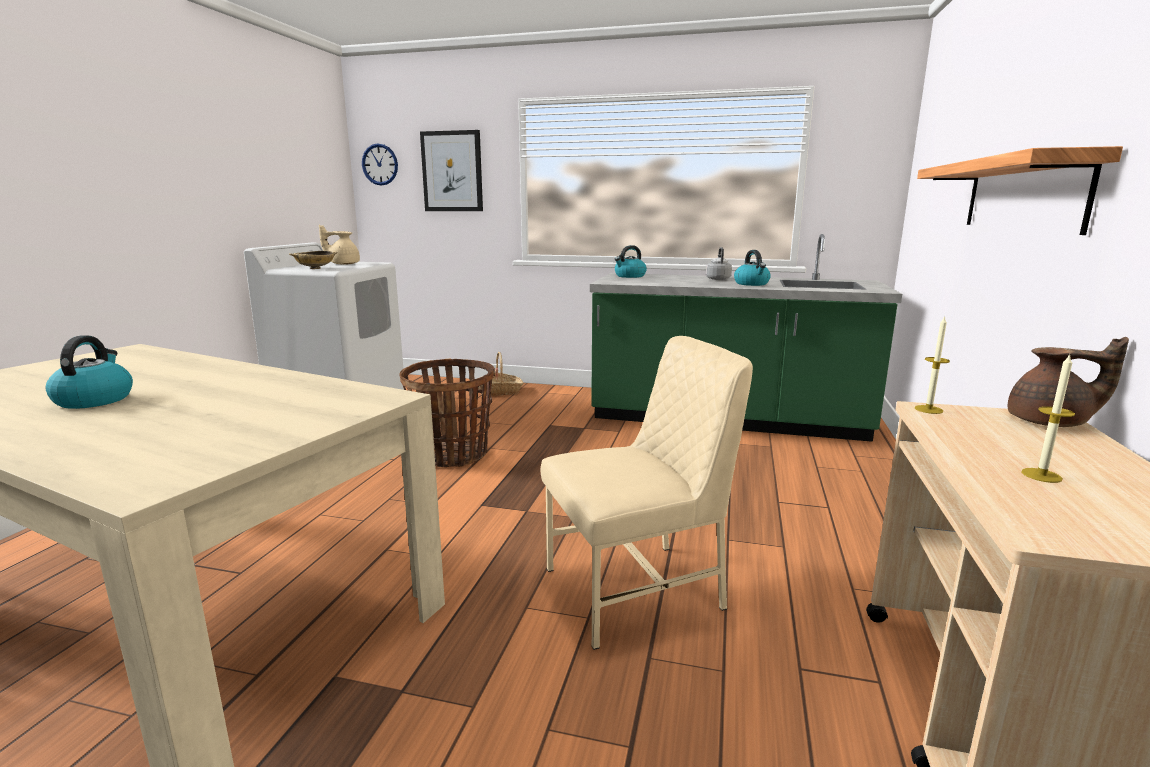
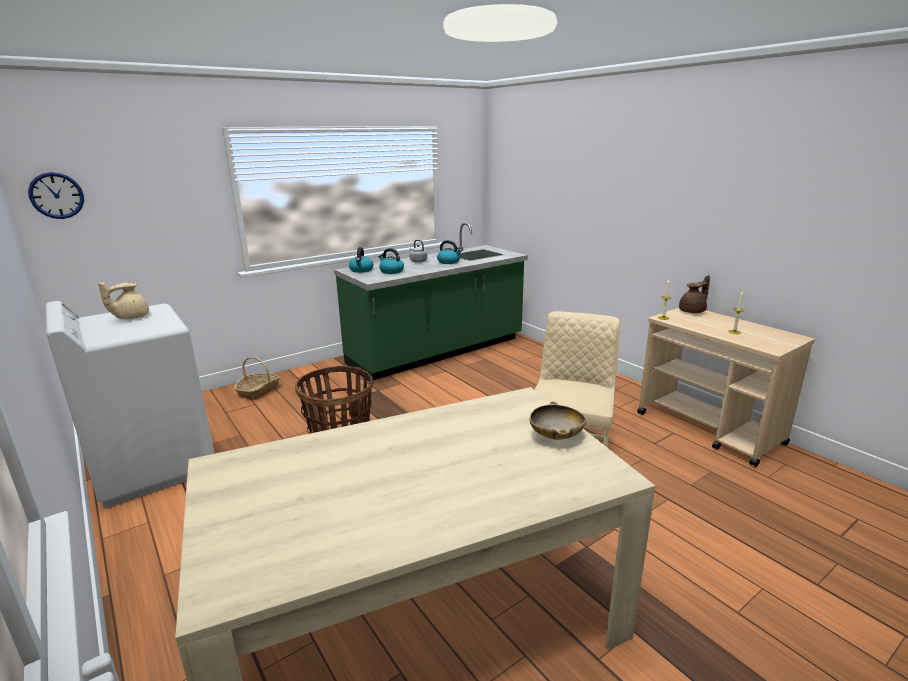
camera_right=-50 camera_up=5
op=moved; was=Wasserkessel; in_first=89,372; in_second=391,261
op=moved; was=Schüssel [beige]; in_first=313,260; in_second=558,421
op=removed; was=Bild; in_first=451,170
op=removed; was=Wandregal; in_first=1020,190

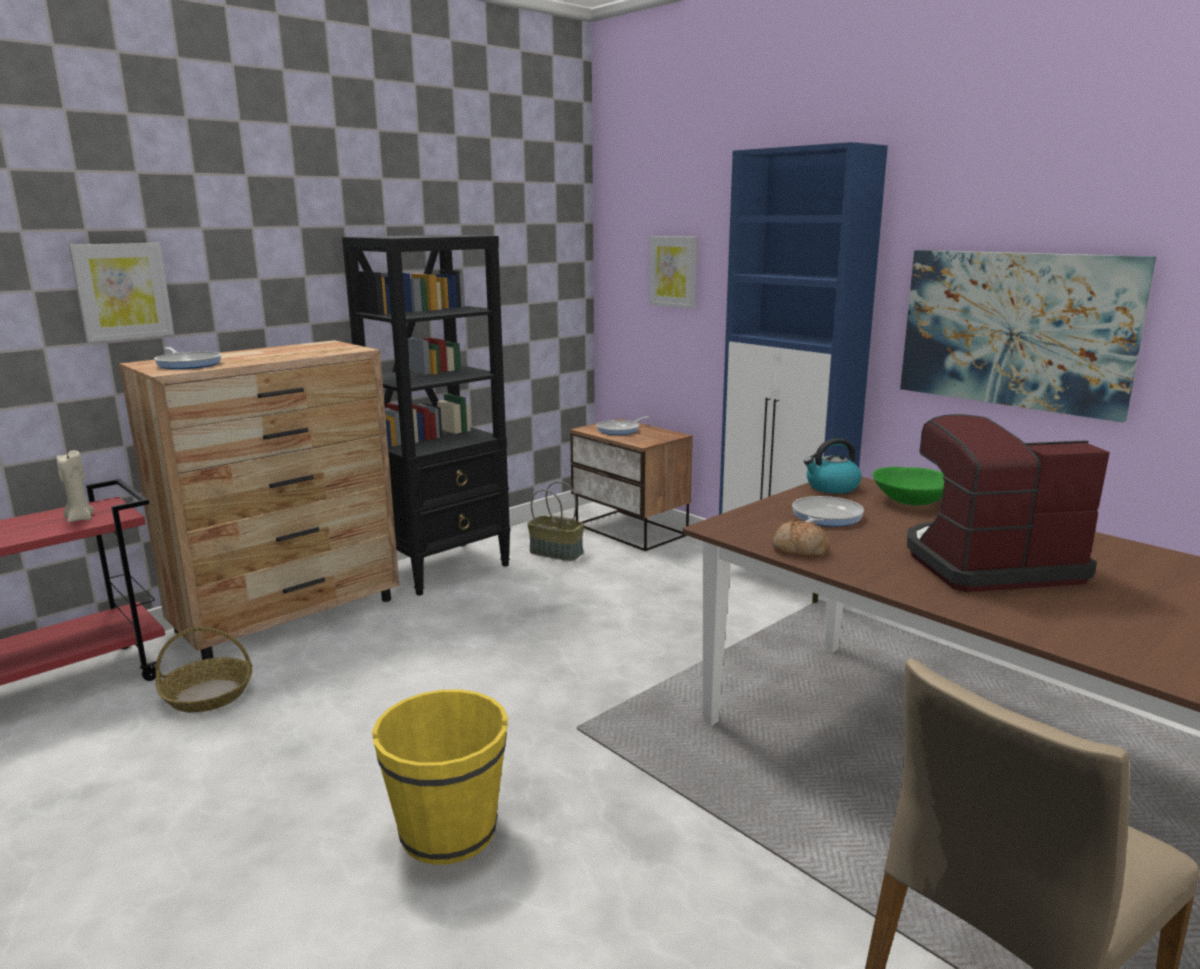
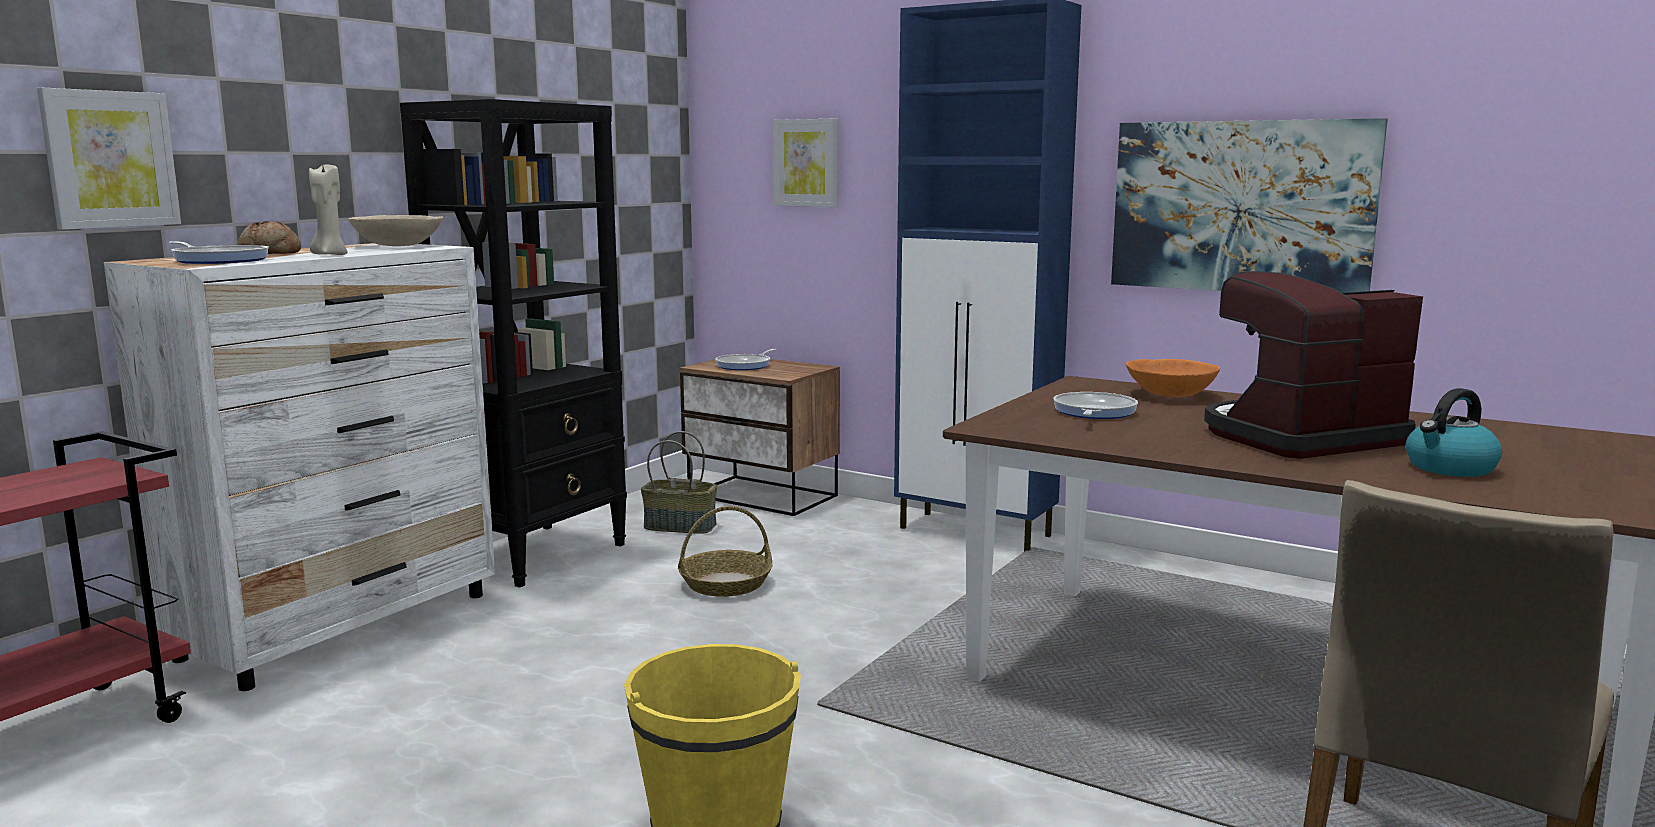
camera_right=-15 camera_up=-5
op=recoloured; was=Kommode [braun]; now=Kommode [weiß]; in_first=259,500; in_second=299,467
op=moved; was=Brot; in_first=801,537; in_second=269,237
op=moved; was=Kerze [beige]; in_first=75,486; in_second=328,210
op=added; now=Schüssel [beige]; in_second=395,230
op=moved; was=Korb; in_first=204,670; in_second=725,551
op=recoloured; was=Schüssel [grün]; now=Schüssel [orange]; in_first=908,486; in_second=1173,378
op=moved; was=Wasserkessel; in_first=833,466; in_second=1454,432

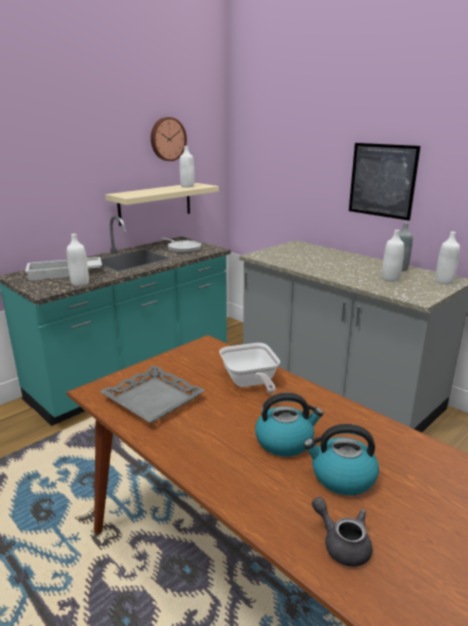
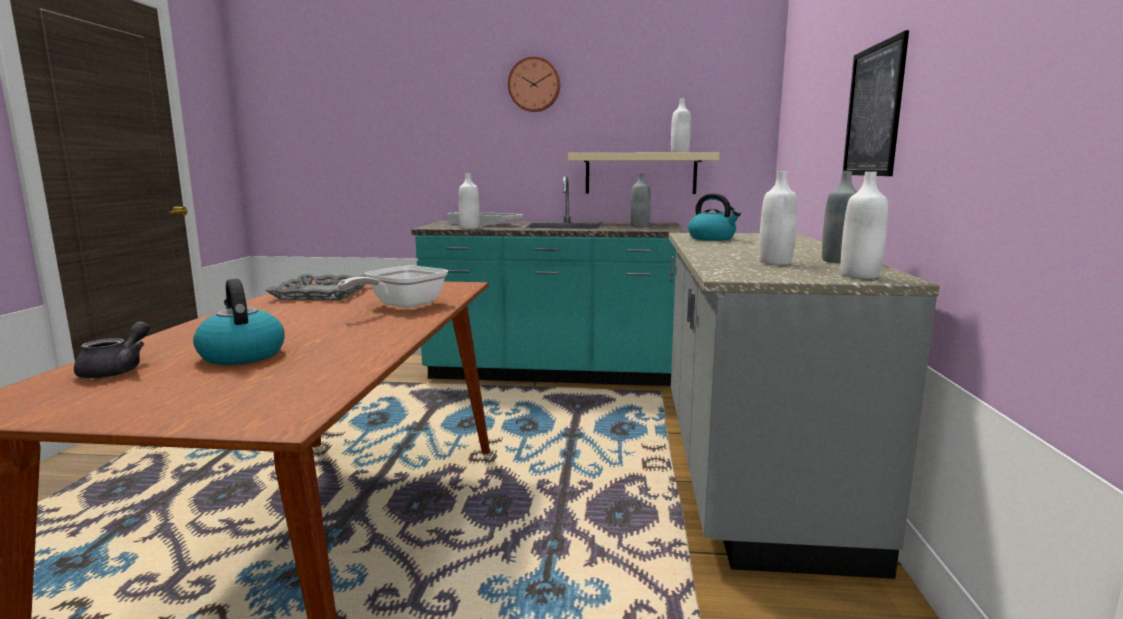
camera_right=50 camera_up=-10
op=moved; was=Wanduhr; in_first=169,139; in_second=534,84
op=replaced; was=Pfanne; now=Flasche [grau]; in_first=181,245; in_second=641,200
op=moved; was=Wasserkessel; in_first=289,425; in_second=714,217

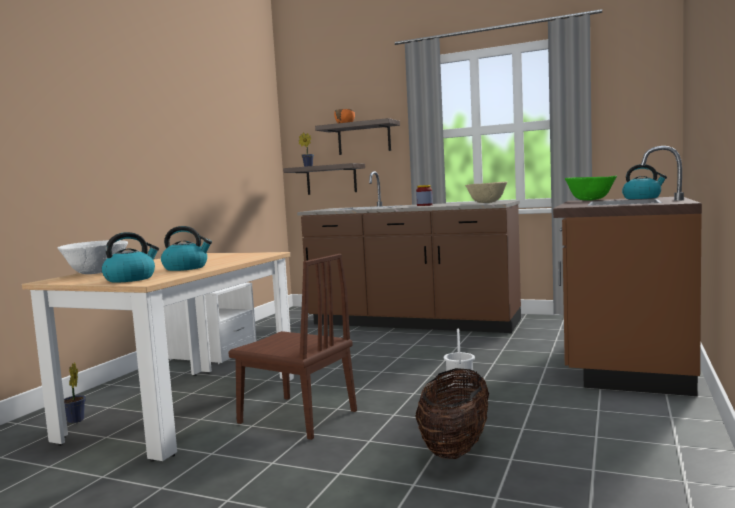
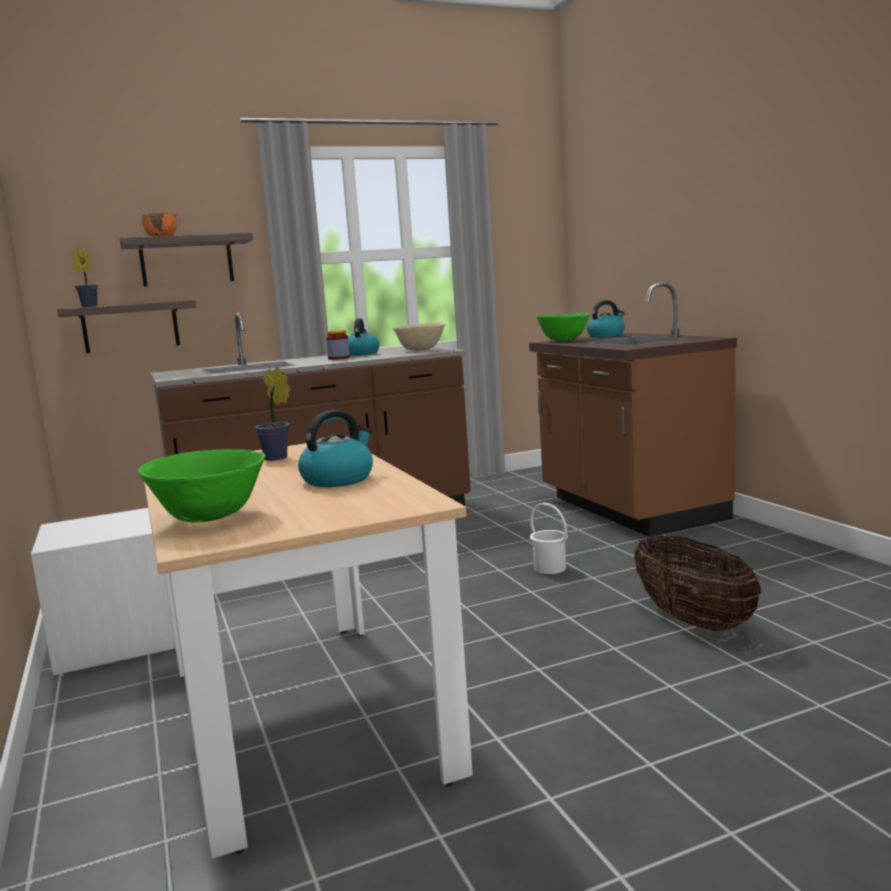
camera_right=-45 camera_up=5
op=recoloured; was=Schüssel [weiß]; now=Schüssel [grün]; in_first=93,257; in_second=202,486
op=moved; was=Topfpflanze; in_first=75,393; in_second=273,414
op=moved; was=Wasserkessel; in_first=130,257; in_second=363,337
op=removed; was=Stuhl [braun]; in_first=292,347

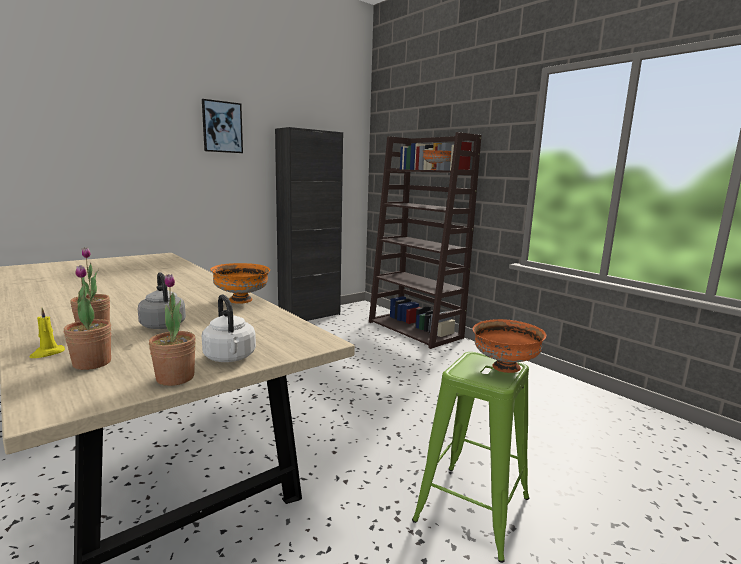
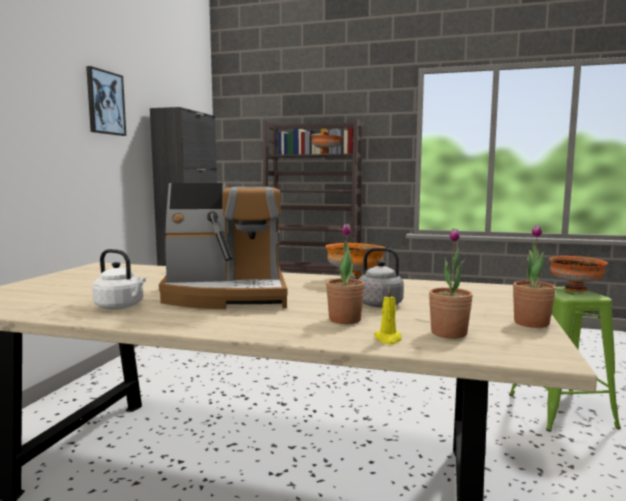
camera_right=-35 camera_up=-5
op=moved; was=Wasserkessel [weiß]; in_first=229,328; in_second=119,279
op=added; now=Kaffeemaschine; in_second=223,246

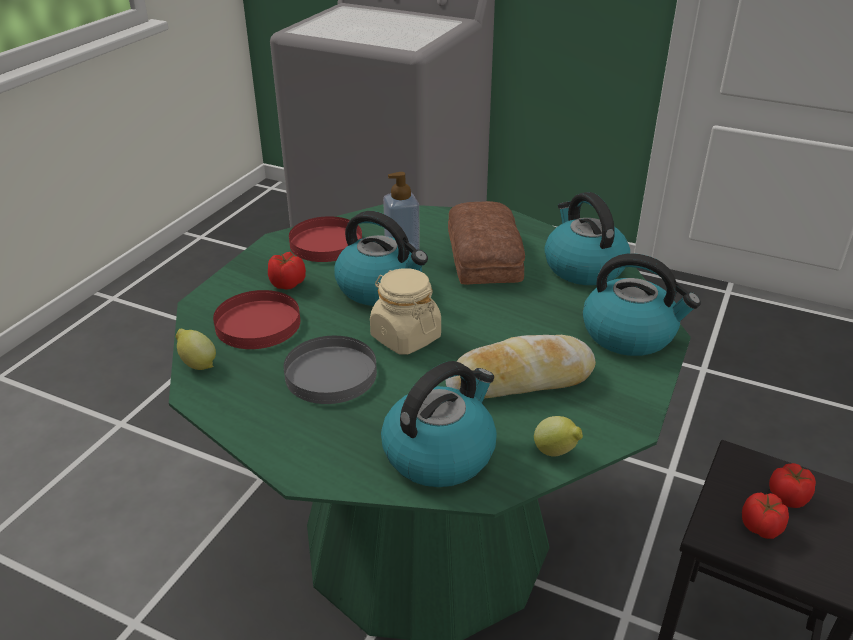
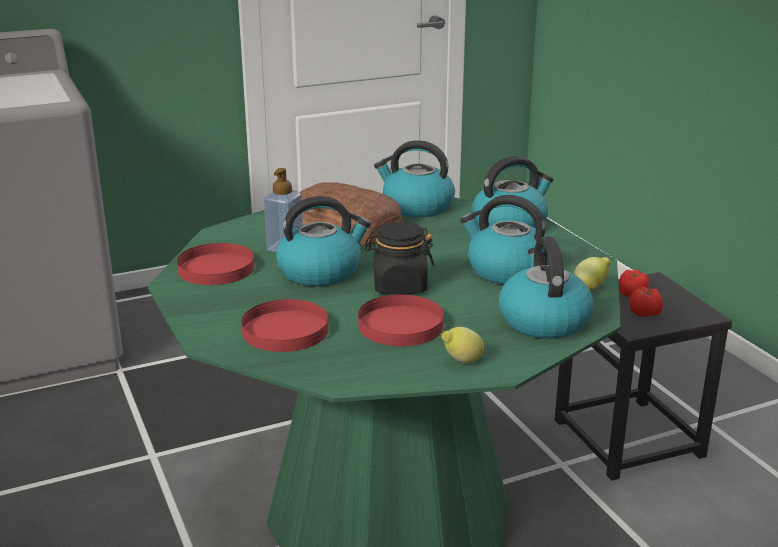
camera_right=-50 camera_up=-10
op=recoloured; was=Teller [grau]; now=Teller [rot]; in_first=330,370; in_second=401,320
op=recoloured; was=Vorratsglas [beige]; now=Vorratsglas [schwarz]; in_first=405,311; in_second=400,258
op=moved; was=Zitrone; in_first=196,349; in_second=462,345
op=replaced; was=Brot; now=Wasserkessel; in_first=521,367; in_second=504,240
op=removed; was=Tomate; in_first=287,271

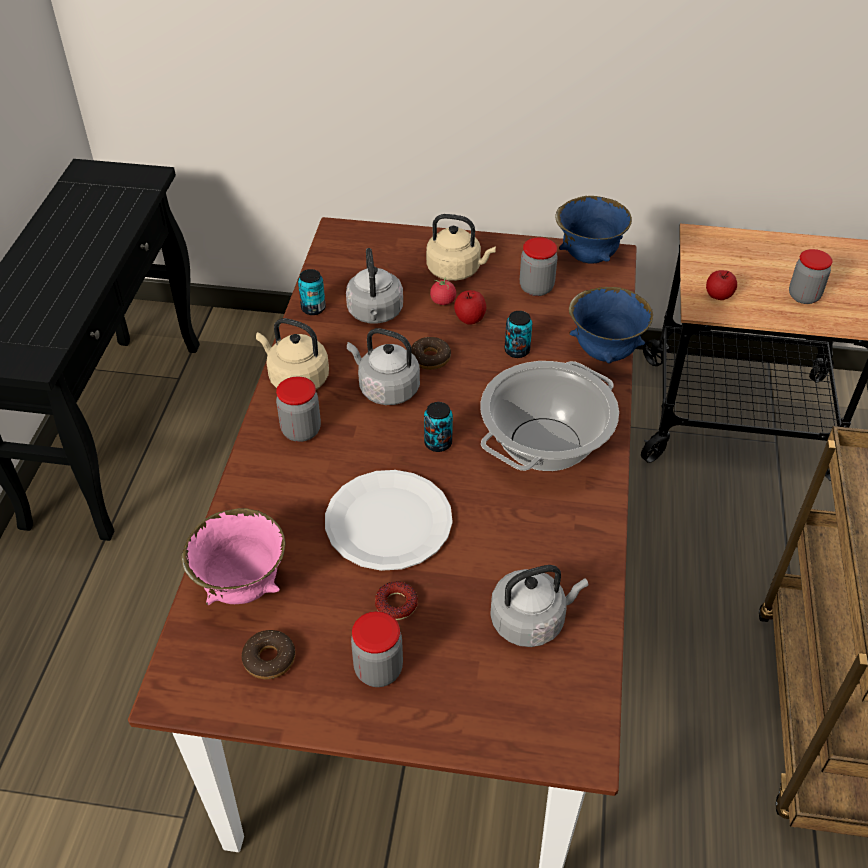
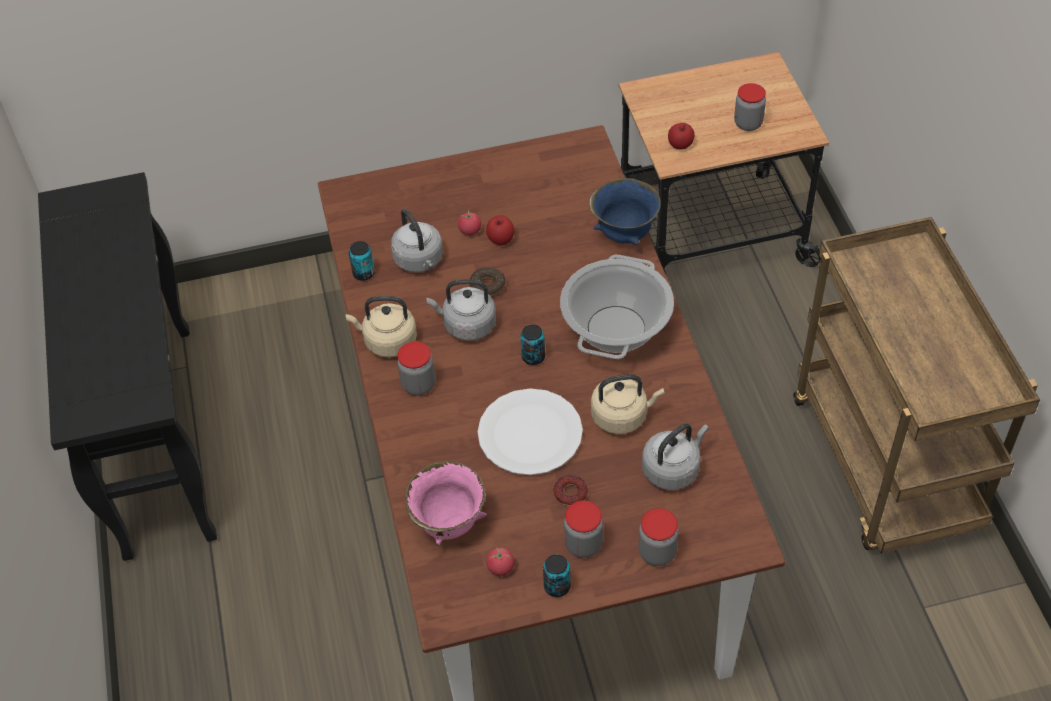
camera_right=-20 camera_up=5
op=replaced; was=Donut; now=Tomate; in_first=268,654; in_second=500,562
op=moved; was=Dose; in_first=518,334; in_second=556,575
op=moved; was=Wasserkessel [beige]; in_first=461,247; in_second=627,404
op=moved; was=Vorratsglas; in_first=538,266; in_second=659,537
op=removed; was=Schüssel [blau]; in_first=593,229

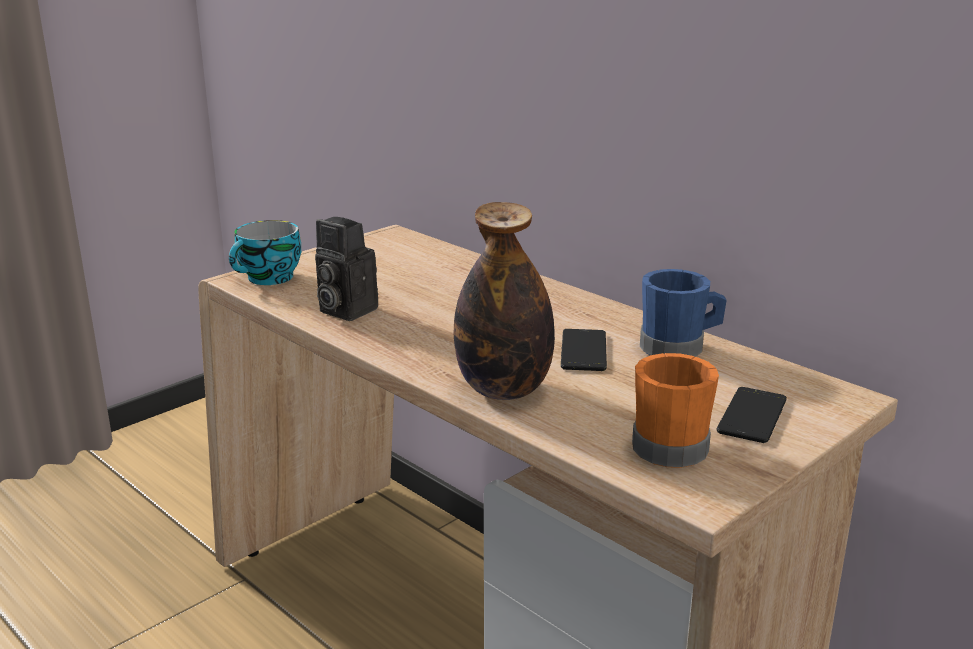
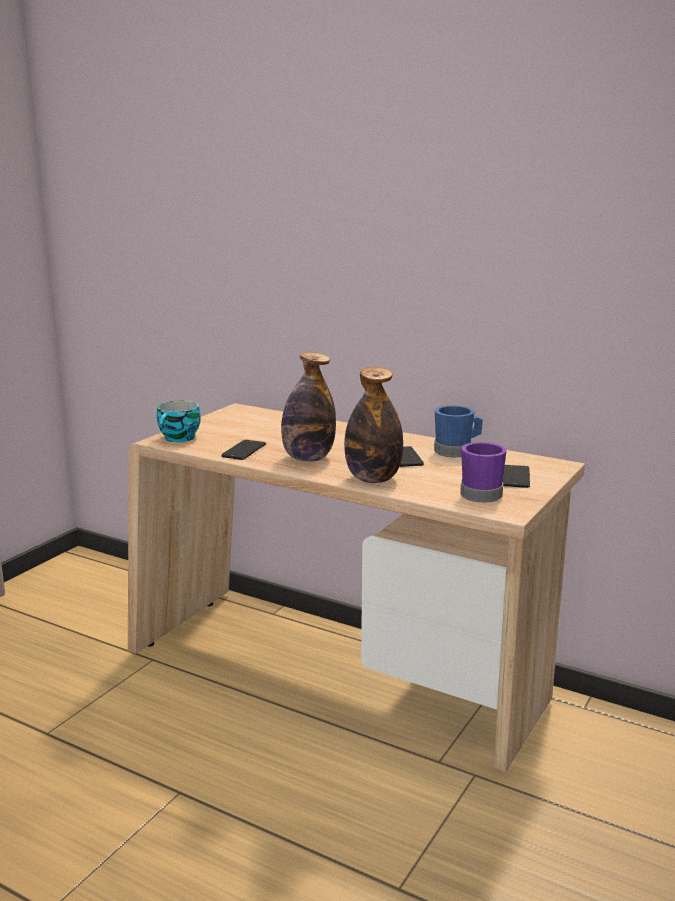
camera_right=-15 camera_up=-5
op=replaced; was=Kamera; now=Handy; in_first=346,269; in_second=243,450
op=added; now=Flasche; in_second=308,407
op=recoloured; was=Henkelbecher [orange]; now=Henkelbecher [lila]; in_first=675,410; in_second=483,472

